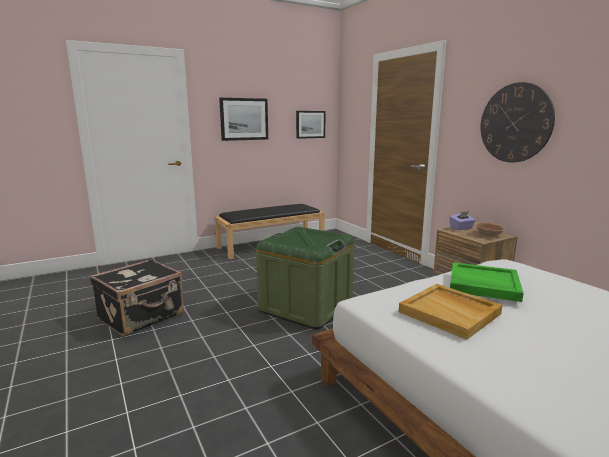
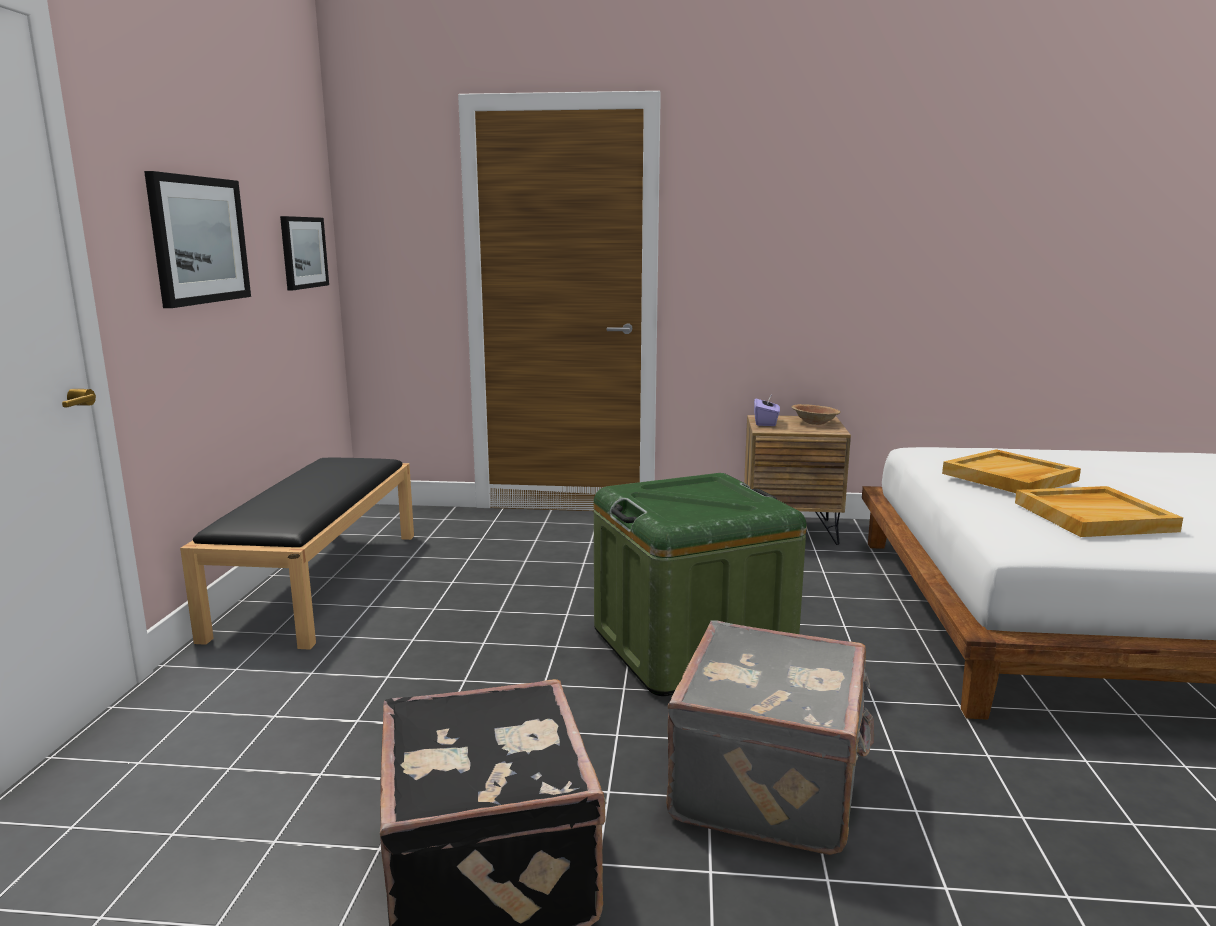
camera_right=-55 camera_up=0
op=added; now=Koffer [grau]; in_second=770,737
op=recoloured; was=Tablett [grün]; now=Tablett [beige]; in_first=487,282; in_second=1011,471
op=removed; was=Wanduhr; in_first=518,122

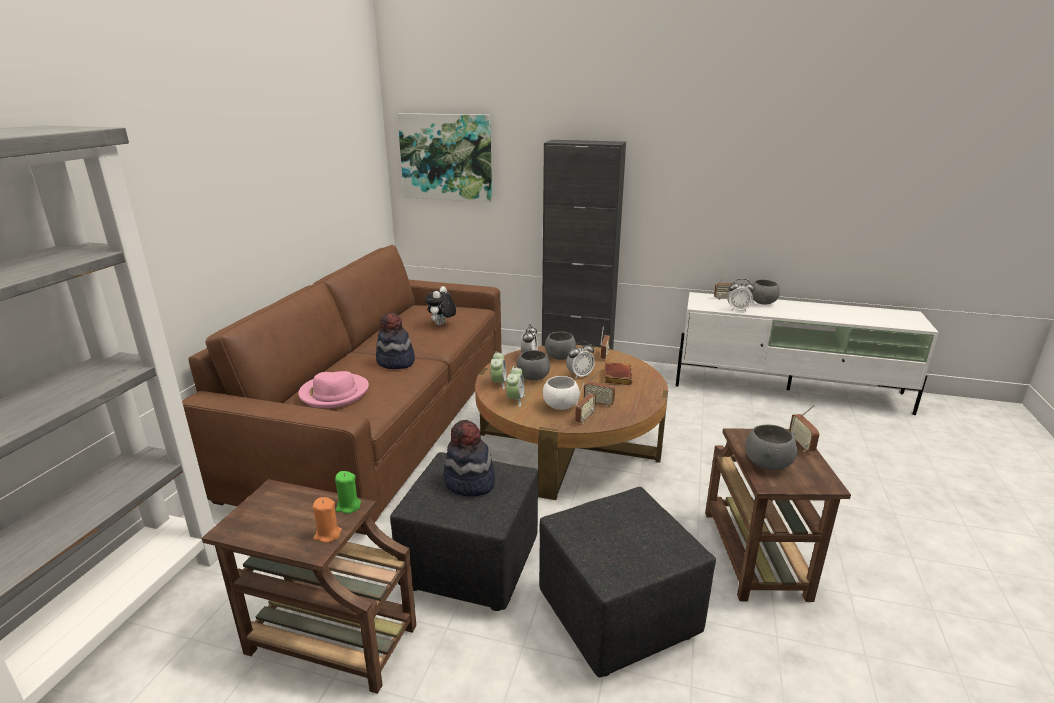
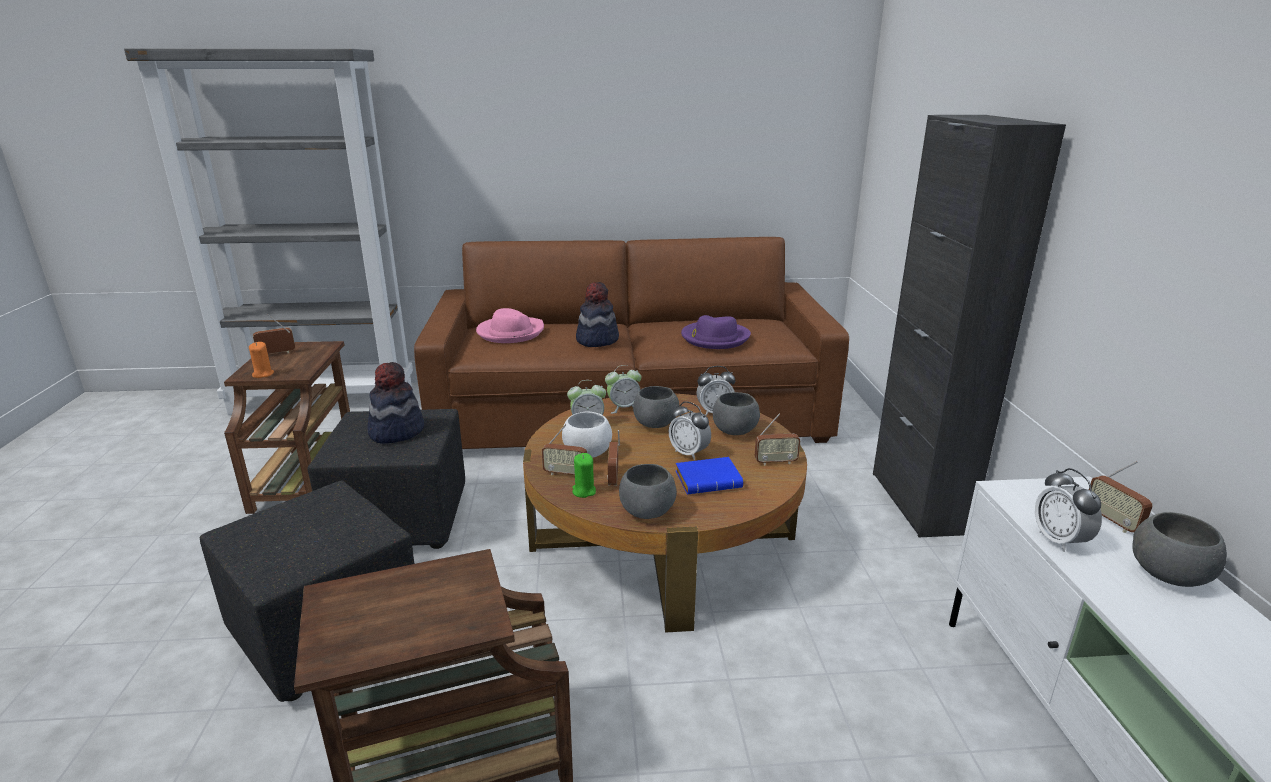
camera_right=70 camera_up=0
op=moved; was=Radio; in_first=804,428; in_second=274,334
op=moved; was=Kerze [grün]; in_first=348,492; in_second=584,475
op=moved; was=Schüssel [grau]; in_first=771,447; in_second=648,491
op=recoloured; was=Buch [braun]; now=Buch [blau]; in_first=618,373; in_second=709,475
op=replaced; was=Plüschtier; now=Hut [lila]; in_first=440,305; in_second=716,332
op=removed; was=Bild; in_first=444,157

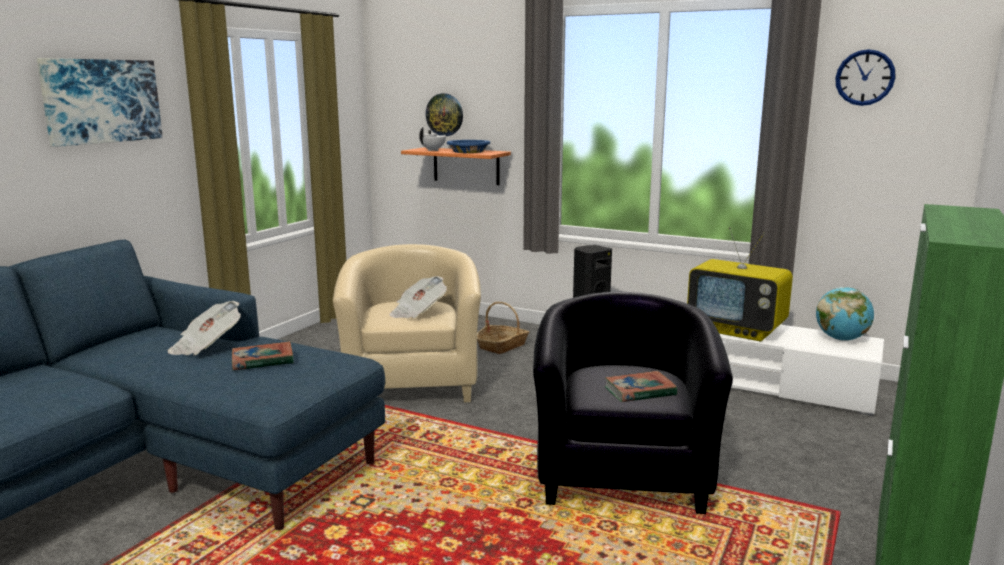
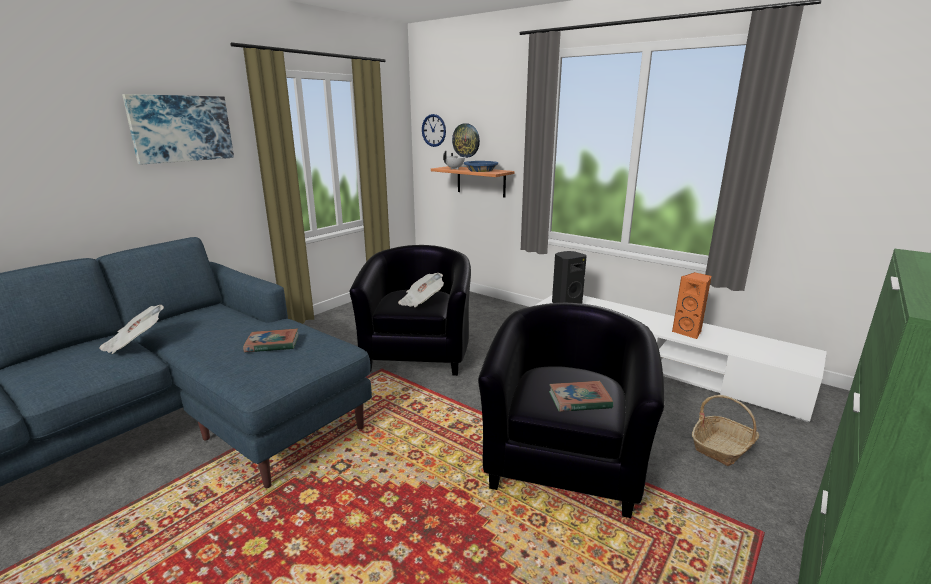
camera_right=10 camera_up=5
op=moved; was=Zeitung; in_first=204,328; in_second=131,329
op=recoloured; was=Sessel [beige]; now=Sessel [schwarz]; in_first=407,323; in_second=410,310
op=moved; was=Wanduhr; in_first=865,77; in_second=434,130
op=replaced; was=Fernseher; now=Lautsprecher [orange]; in_first=740,284; in_second=691,305
op=moved; was=Korb; in_first=503,328; in_second=726,430
op=removed; was=Globus; in_first=845,314

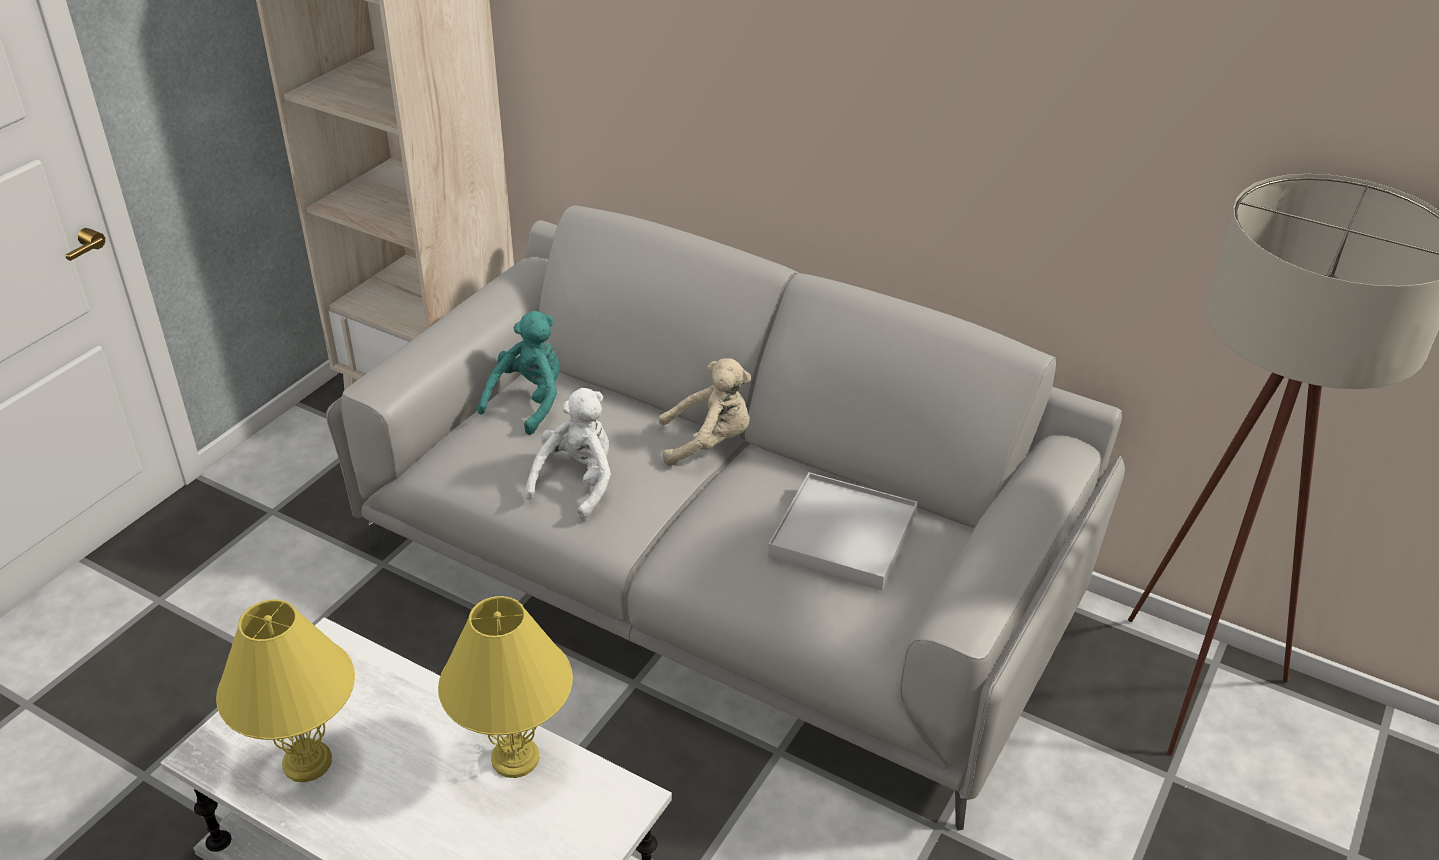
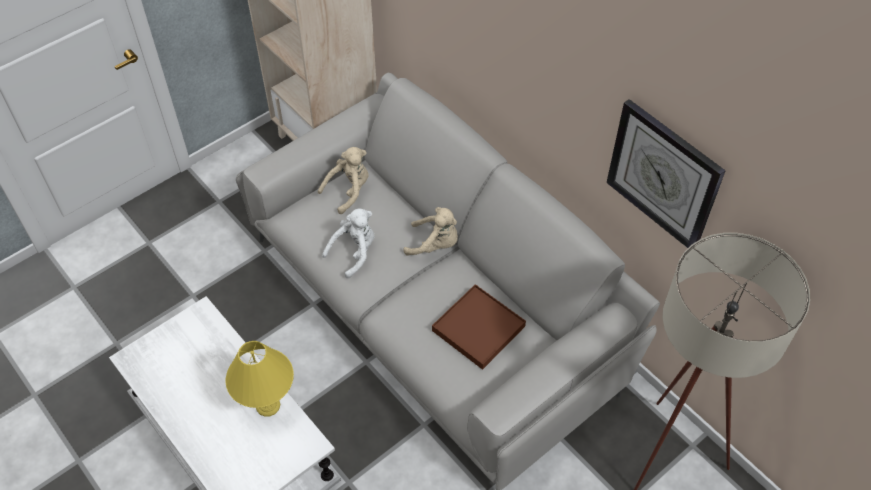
camera_right=20 camera_up=15
op=recoloured; was=Plüschtier [türkis]; now=Plüschtier [beige]; in_first=519,373; in_second=343,180
op=recoloured; was=Tablett [weiß]; now=Tablett [braun]; in_first=843,531; in_second=479,327
op=added; now=Wanduhr; in_second=666,173
op=removed; was=Tischlampe [gelb]; in_first=285,691

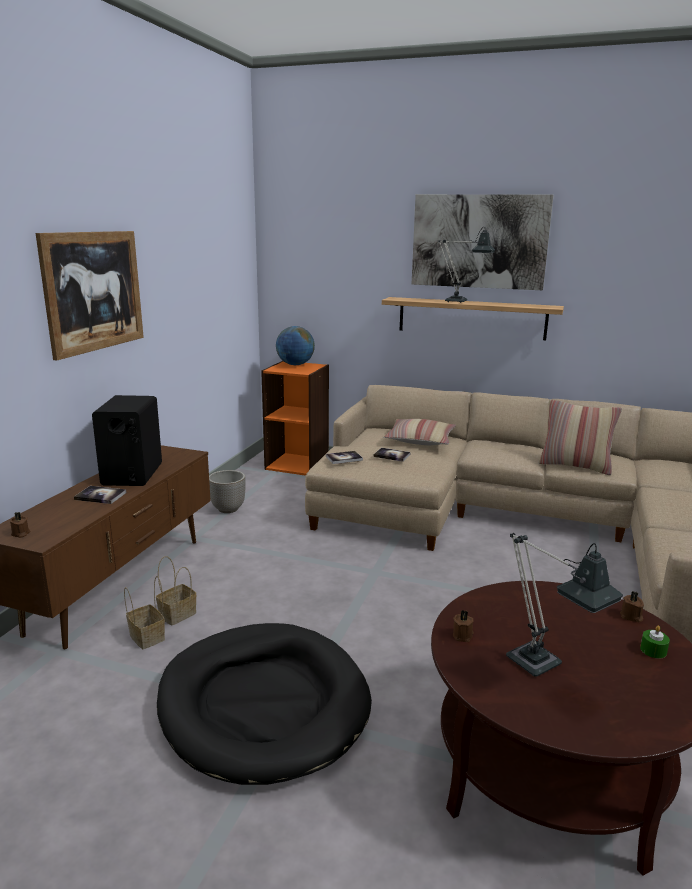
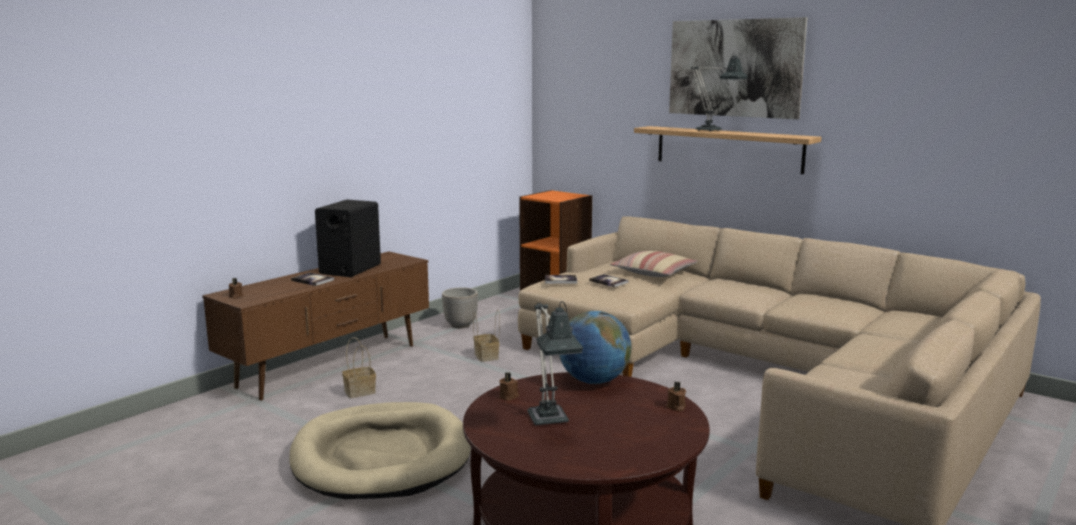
camera_right=20 camera_up=-5
op=recoloured; was=Hundebett [schwarz]; now=Hundebett [beige]; in_first=264,704; in_second=380,450
op=moved; was=Korb; in_first=144,612; in_second=486,336
op=moved; was=Globus; in_first=295,345; in_second=595,347
op=removed; was=Bild; in_first=90,295
op=removed; was=Kissen; in_first=580,437
op=removed; was=Kerze [grün]; in_first=655,642

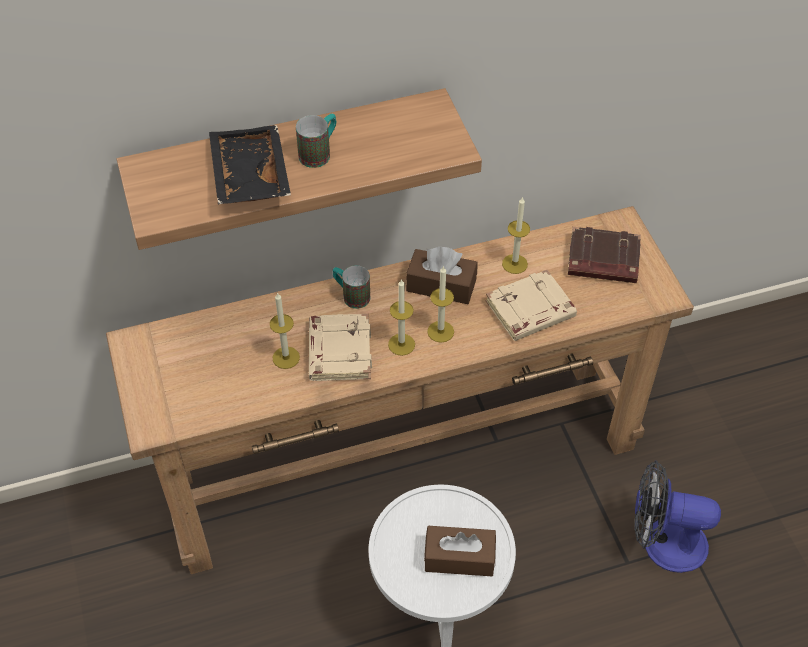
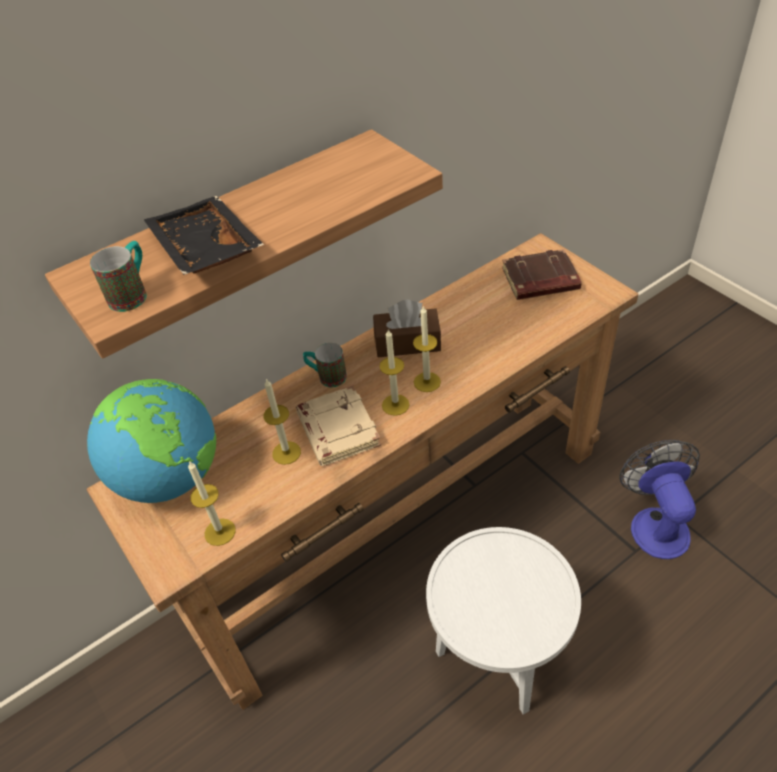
camera_right=-15 camera_up=-5
op=added; now=Globus; in_second=151,441
op=moved; was=Henkelbecher; in_first=316,141; in_second=118,276
op=moved; was=Kerze; in_first=516,235; in_second=212,503
op=turned; was=Ventilator; in_first=677,516; in_second=659,499; clockwise=90
op=removed; was=Taschentuchbox [braun]; in_first=460,551
op=removed; was=Buch [beige]; in_first=531,305

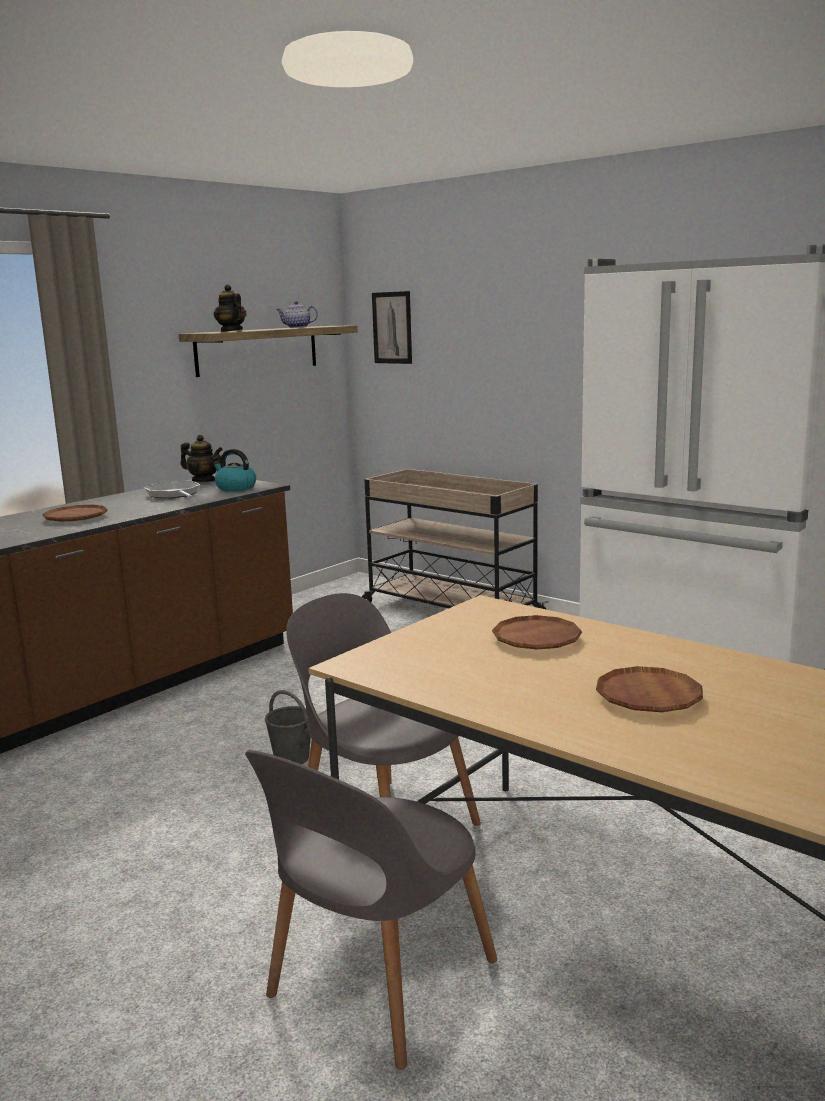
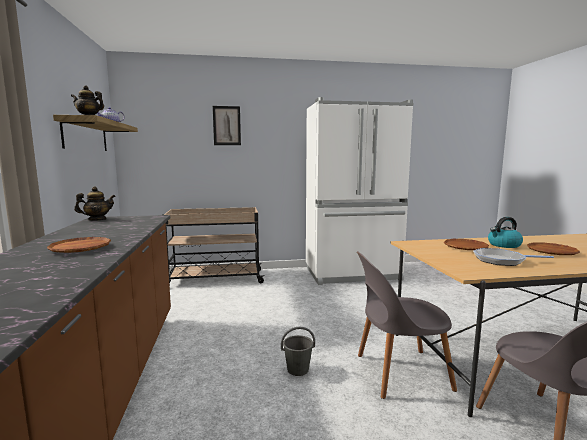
camera_right=-50 camera_up=-5
op=moved; was=Bild; in_first=392,327; in_second=227,125
op=moved; was=Pfanne; in_first=172,490; in_second=513,257
op=moved; was=Wasserkessel; in_first=234,470; in_second=505,232

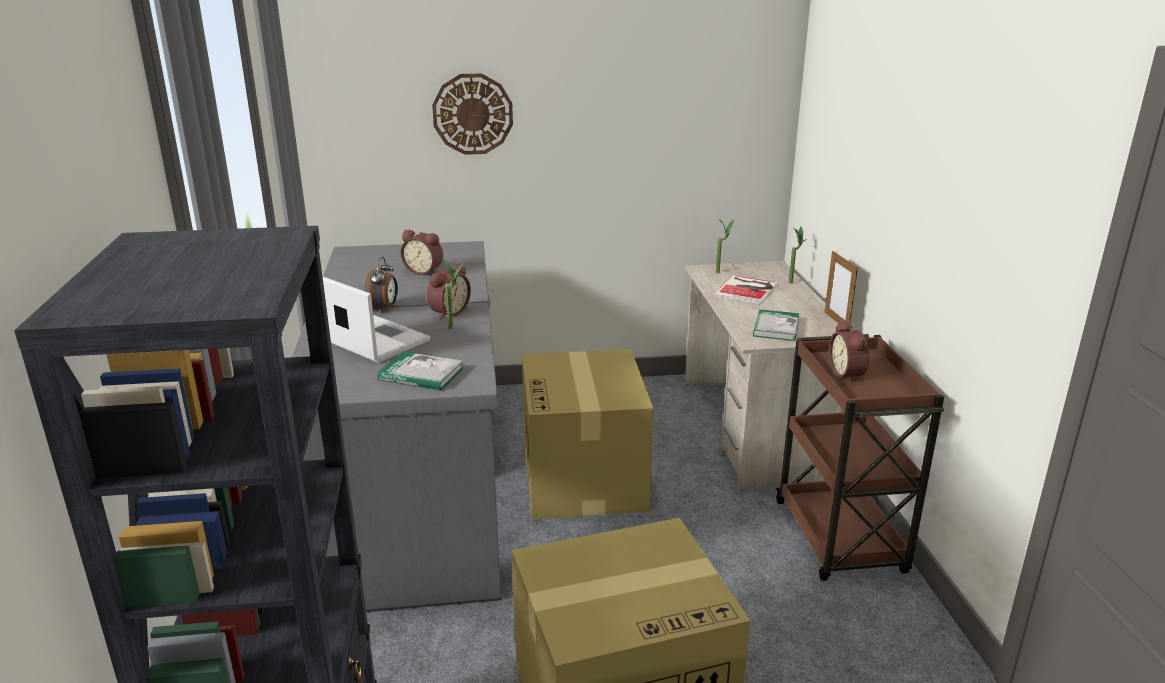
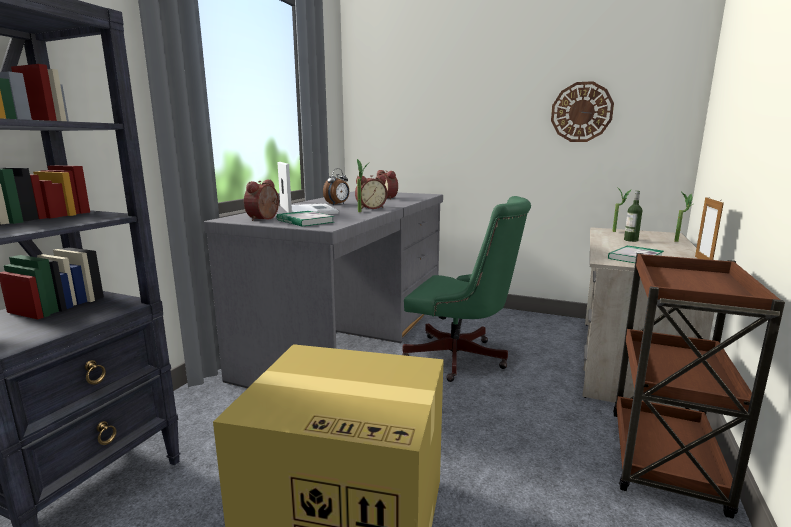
camera_right=30 camera_up=-10
op=moved; was=Wecker; in_first=849,351; in_second=261,200
op=replaced; was=Karton; now=Bürostuhl [grün]; in_first=588,434; in_second=466,289
op=moved; was=Wanduhr; in_first=472,114; in_second=582,111
op=replaced; was=Buch; now=Flasche; in_first=745,289; in_second=633,216

